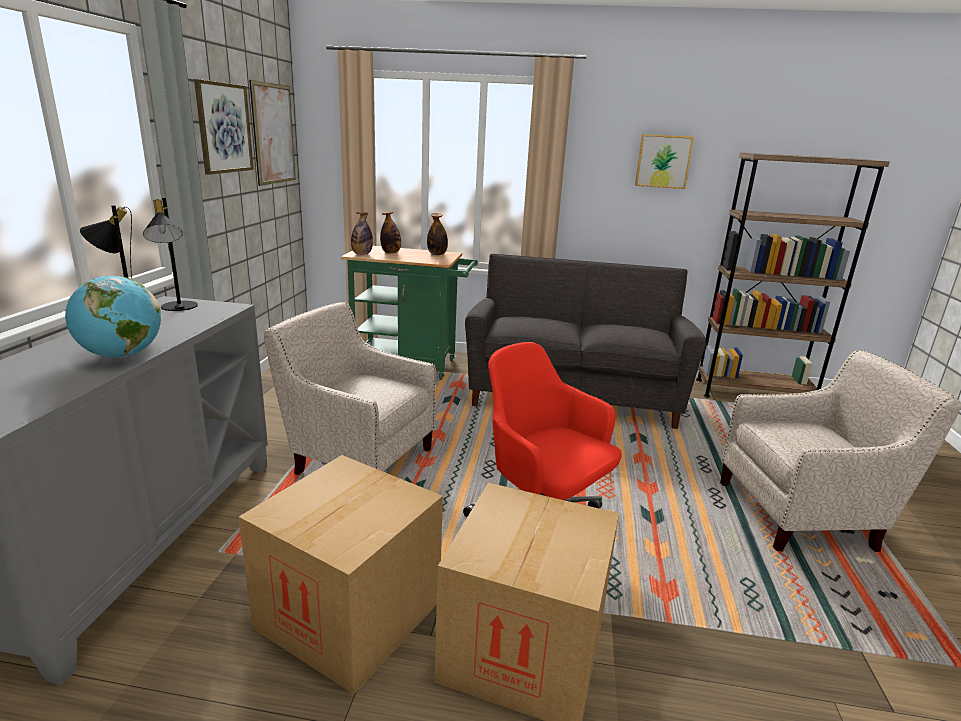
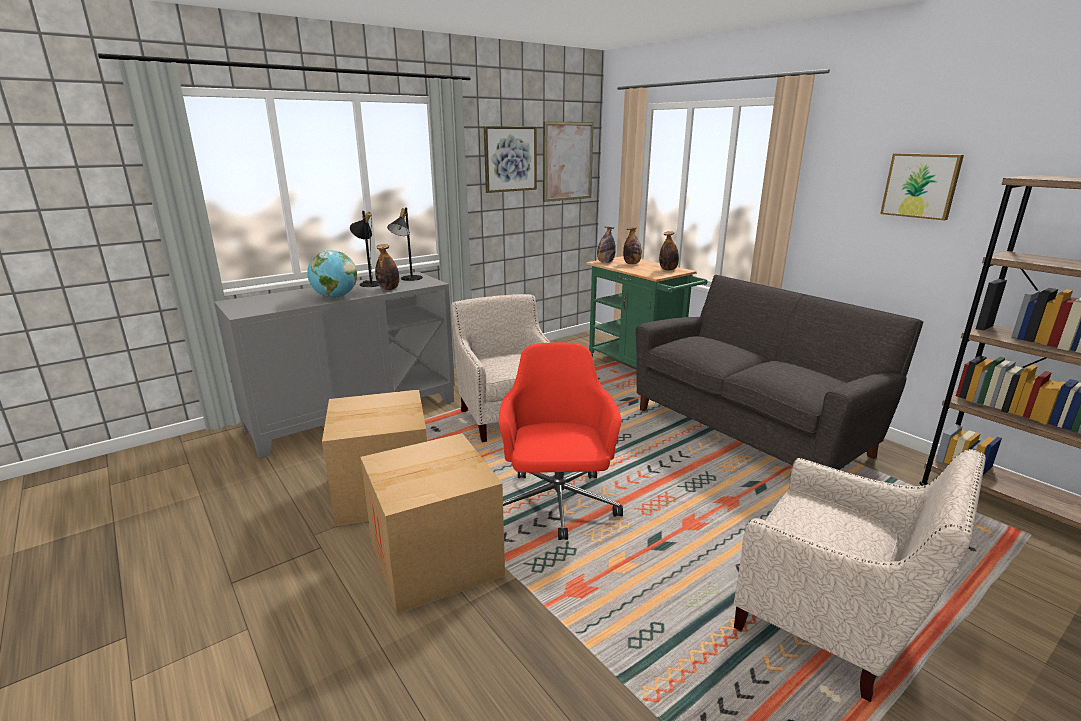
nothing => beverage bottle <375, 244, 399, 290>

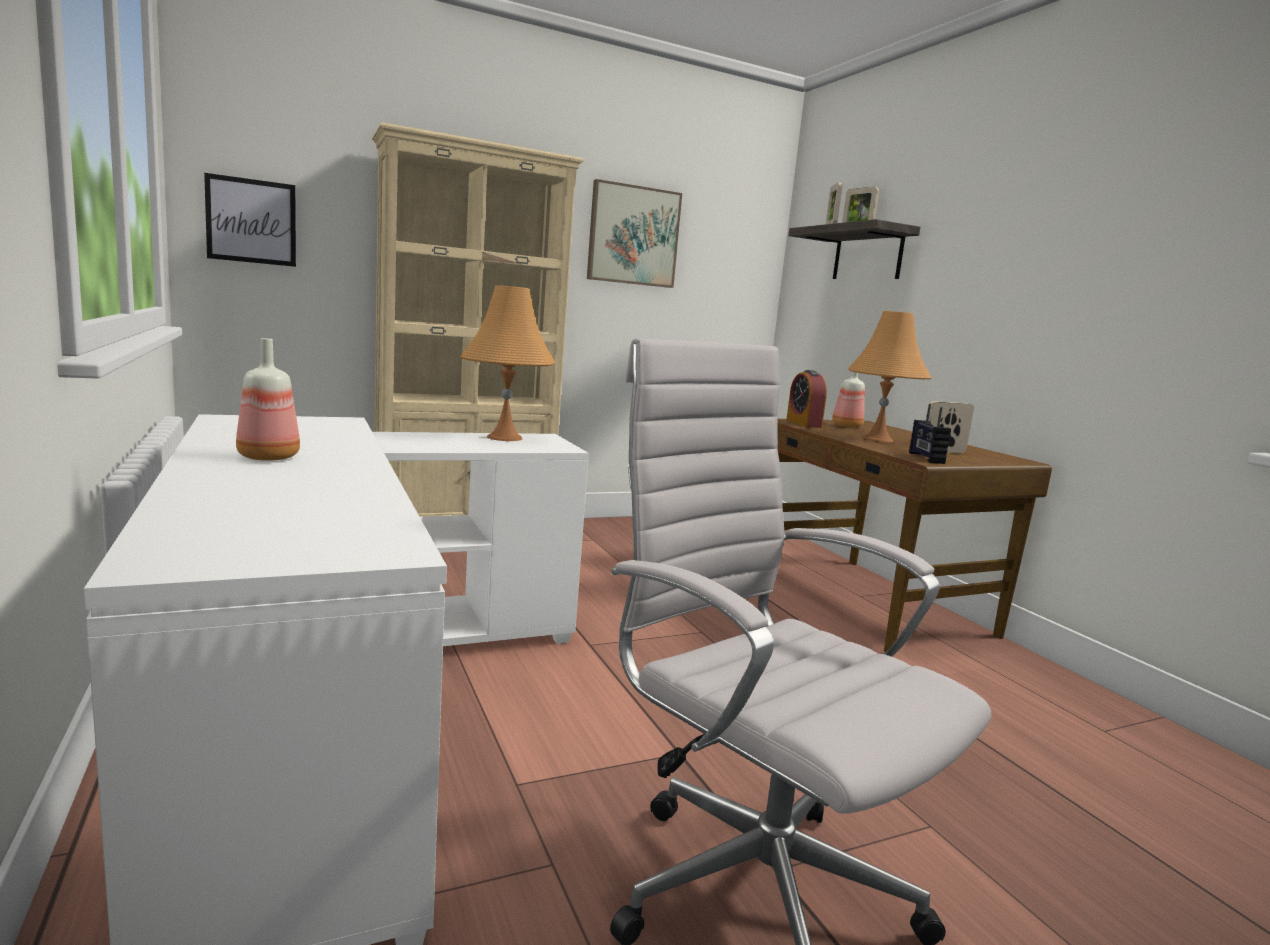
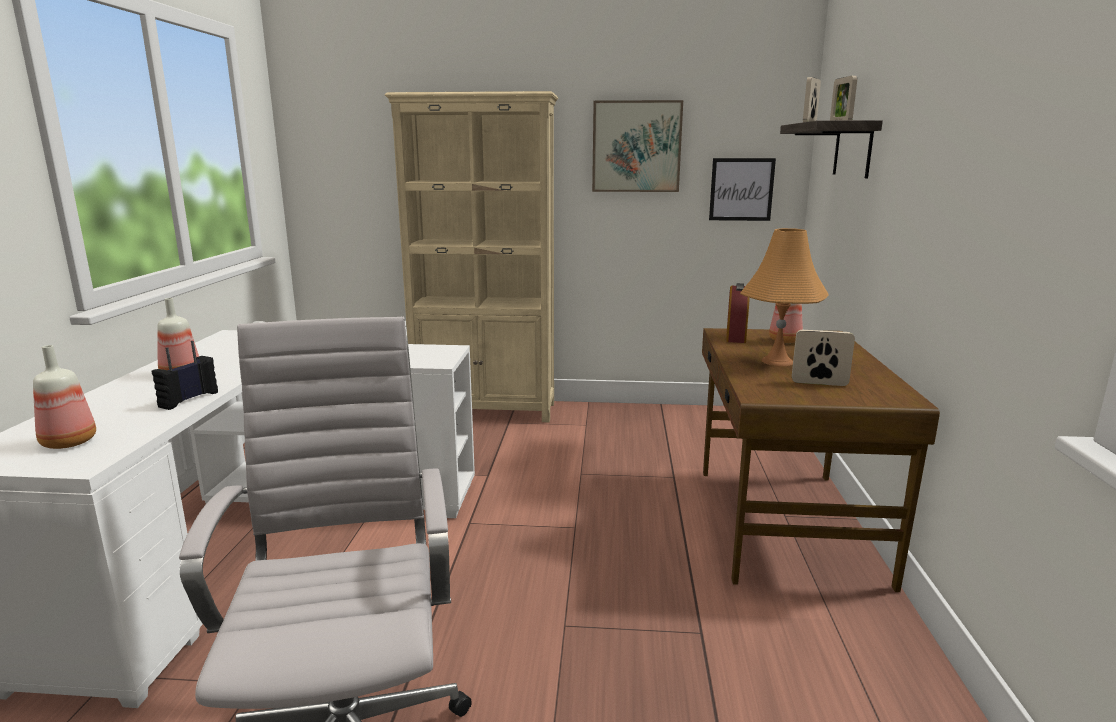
nothing => beverage bottle <33, 345, 96, 449>
radio set <909, 404, 951, 464> => radio set <152, 341, 218, 410>, move
picture <204, 173, 296, 267> => picture <709, 158, 776, 221>, move
orangey tabletop lamp <460, 285, 555, 441> => nothing

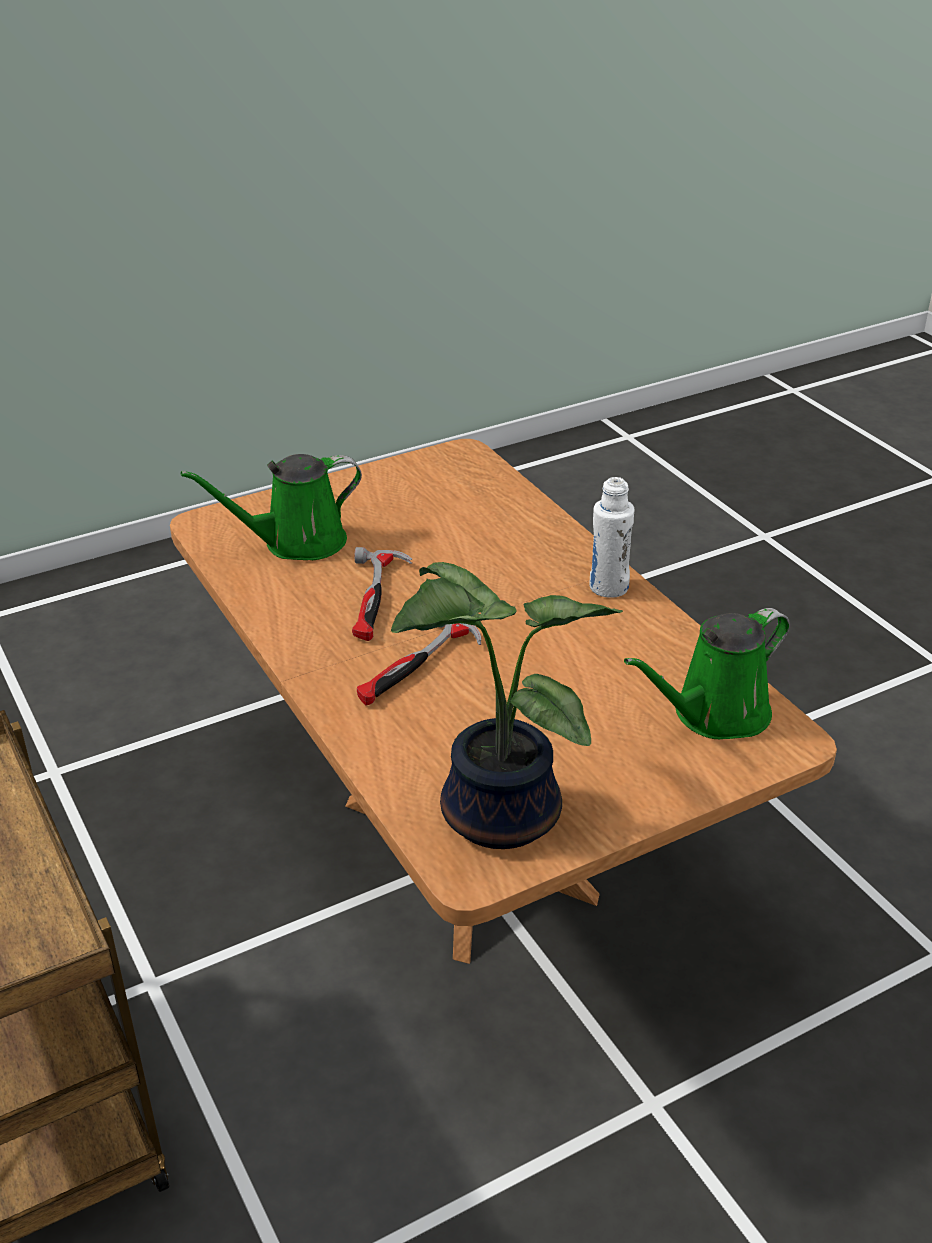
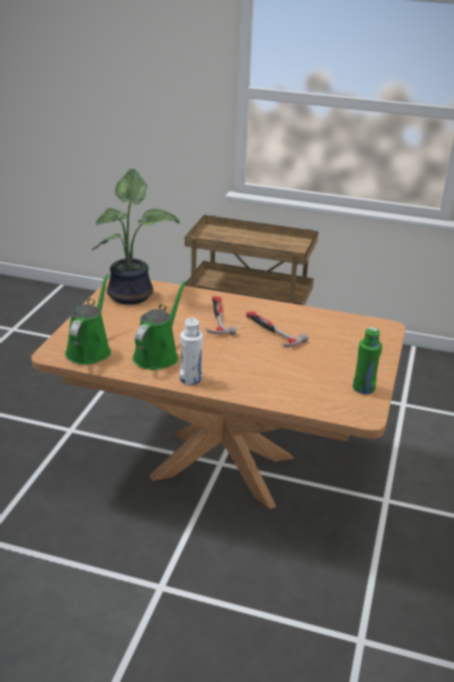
green watering pot <181, 454, 362, 560> => green watering pot <133, 280, 186, 370>, move
nothing => green beverage bottle <353, 327, 382, 394>

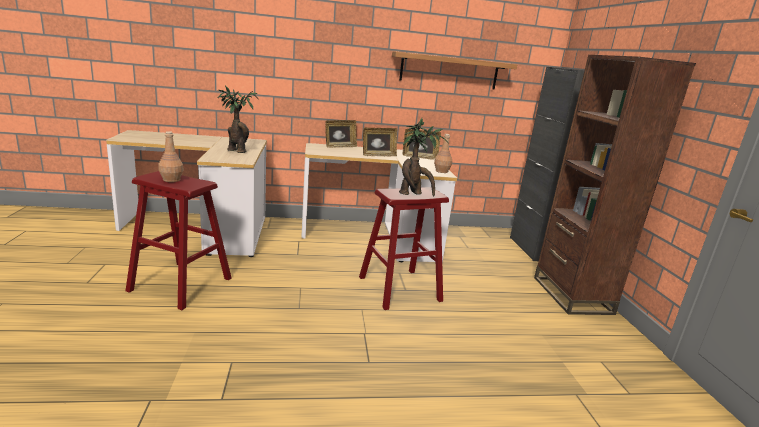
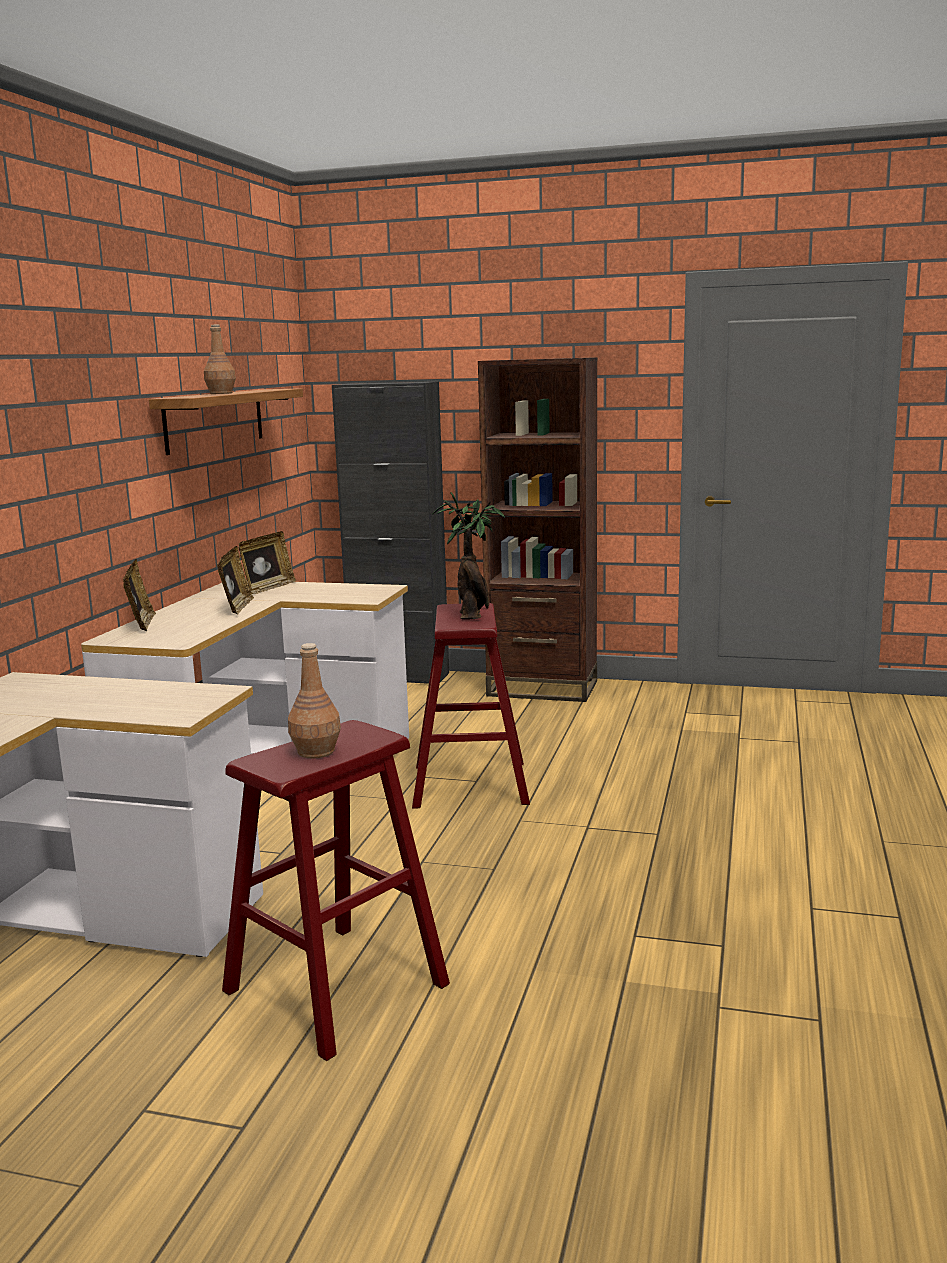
brown beverage bottle <434, 134, 452, 173> => brown beverage bottle <204, 325, 236, 394>, move
plant in a pot <217, 86, 258, 153> => nothing

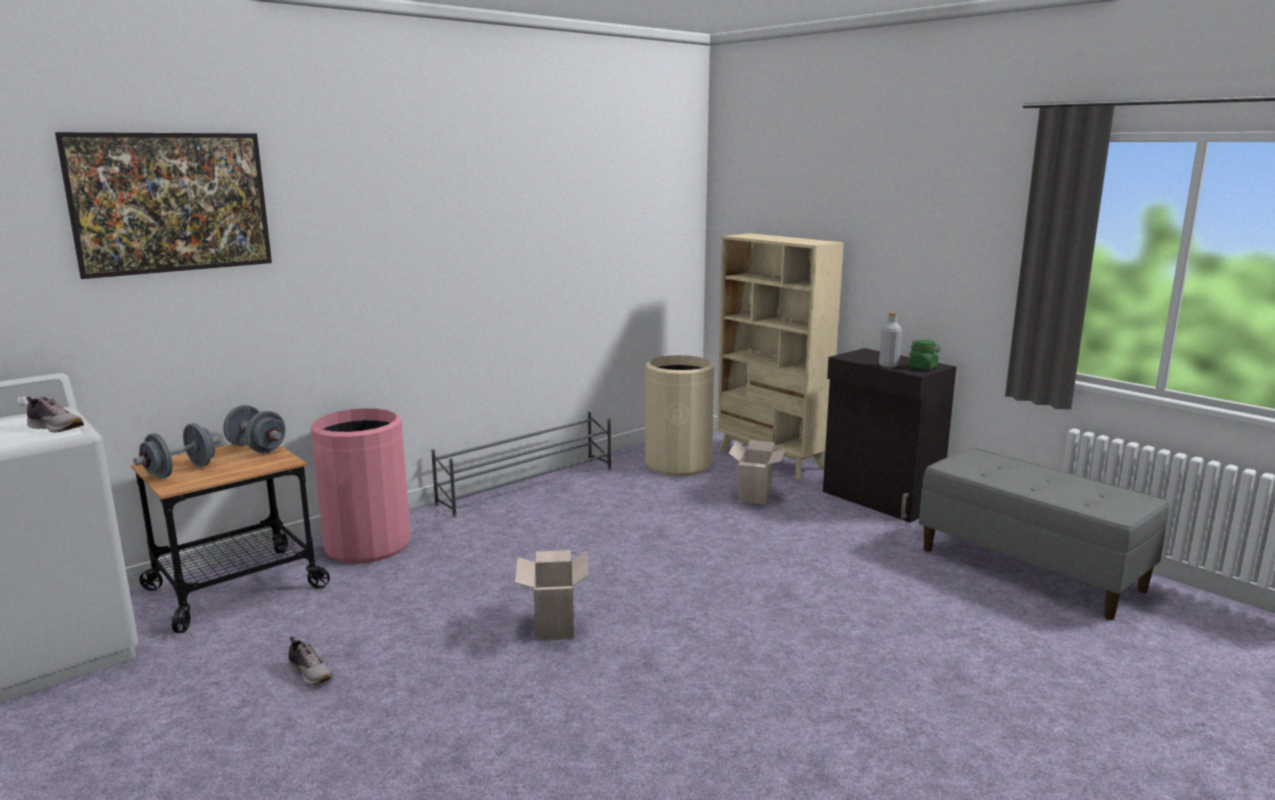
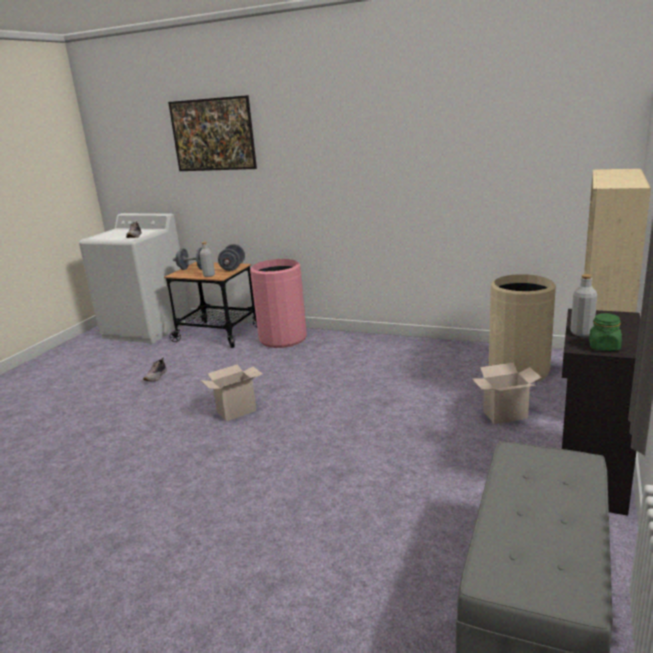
nothing => gray beverage bottle <200, 242, 215, 277>
gray shoe shelf <431, 411, 611, 517> => nothing

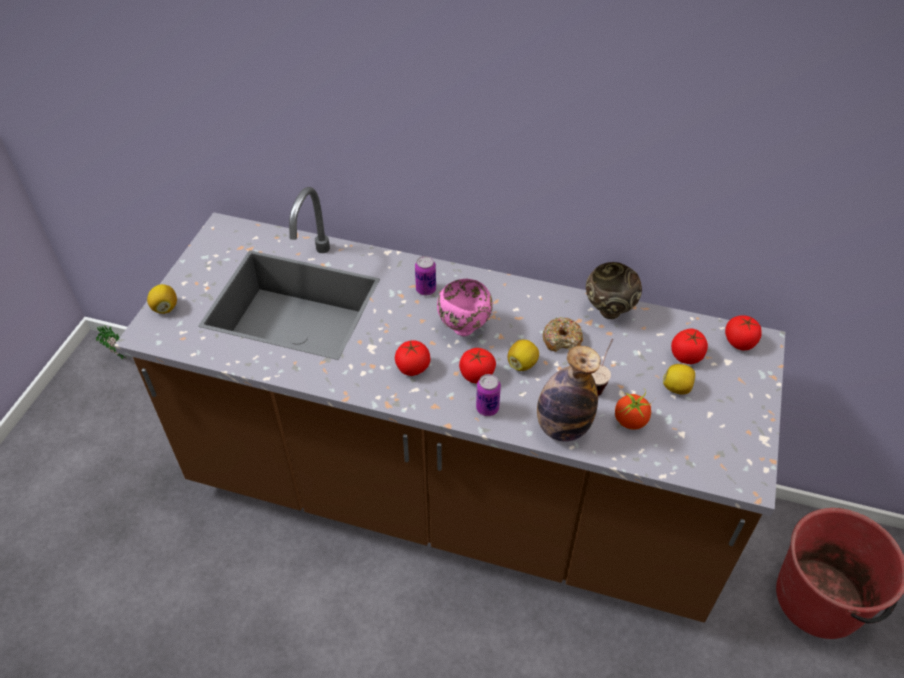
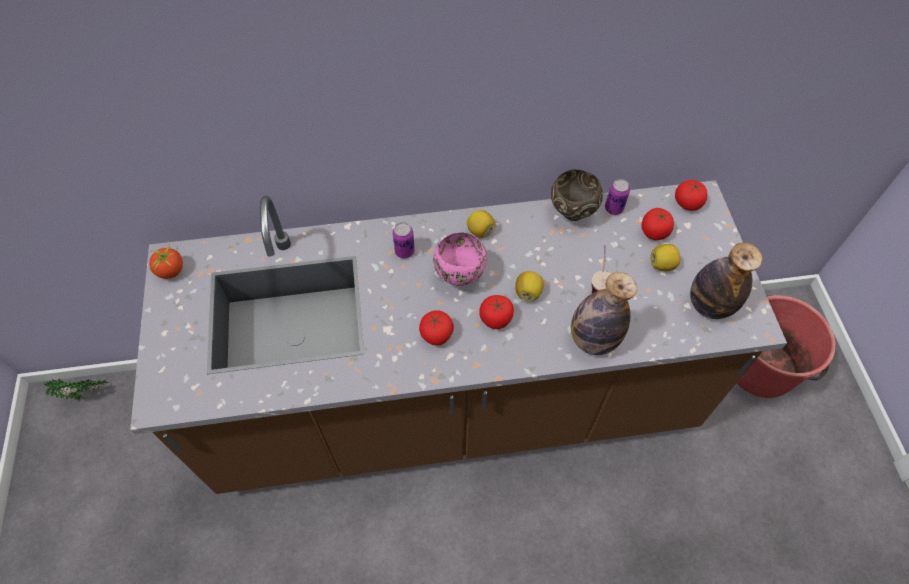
fresh tomato <615, 388, 656, 430> => fresh tomato <149, 241, 183, 279>, move
whole lemon <147, 284, 177, 314> => whole lemon <467, 210, 495, 238>, move
can <476, 374, 501, 416> => can <605, 179, 630, 215>, move
nothing => beverage bottle <690, 242, 762, 319>
doughnut <543, 317, 583, 352> => nothing

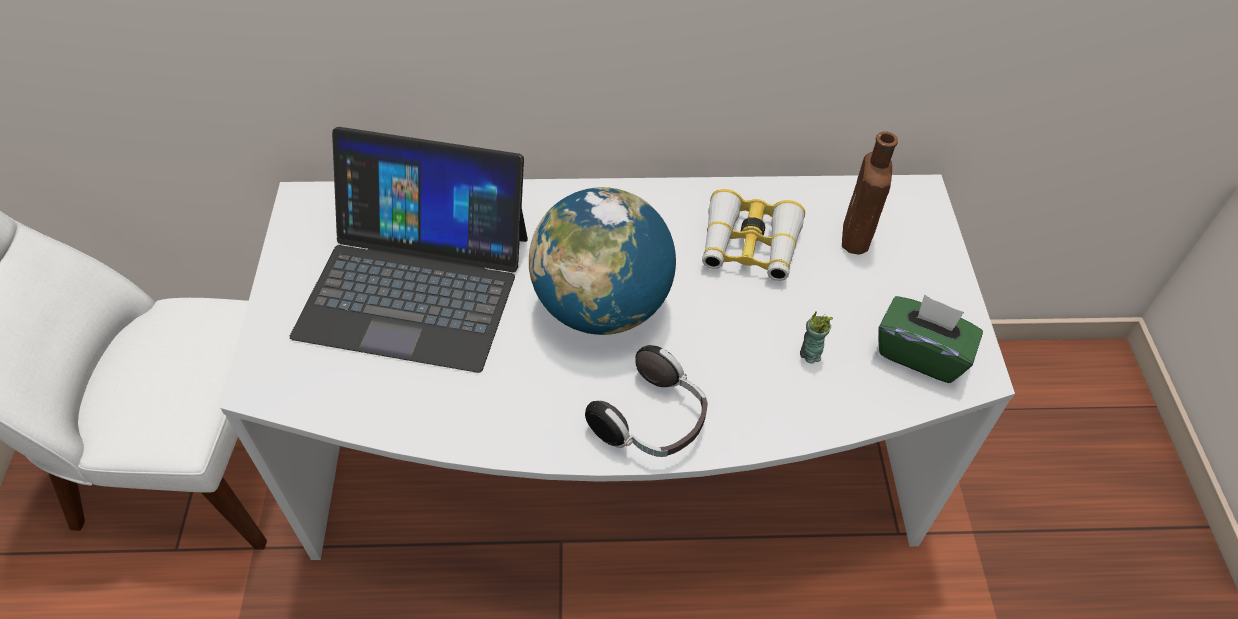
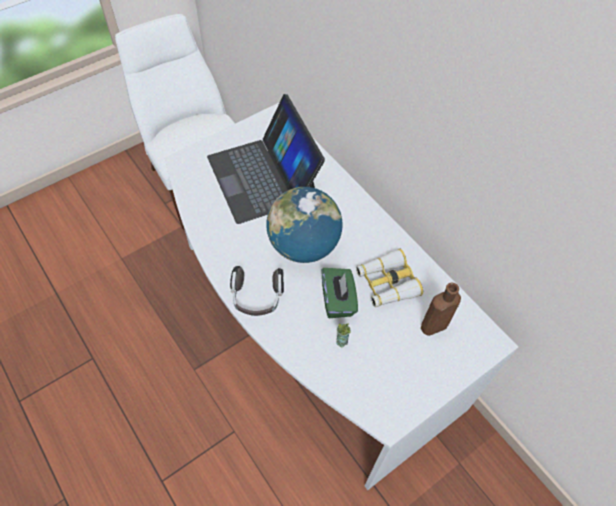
green box of tissues <879, 294, 983, 383> => green box of tissues <322, 268, 358, 318>, move

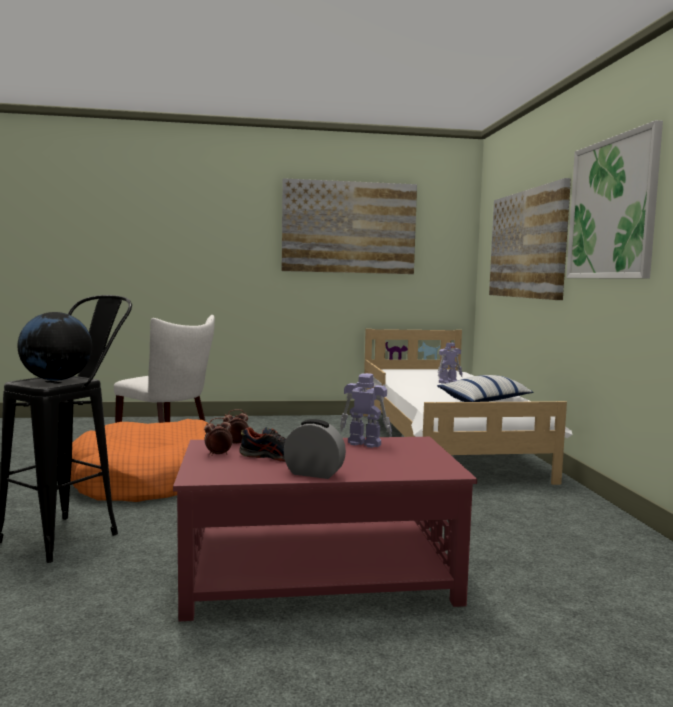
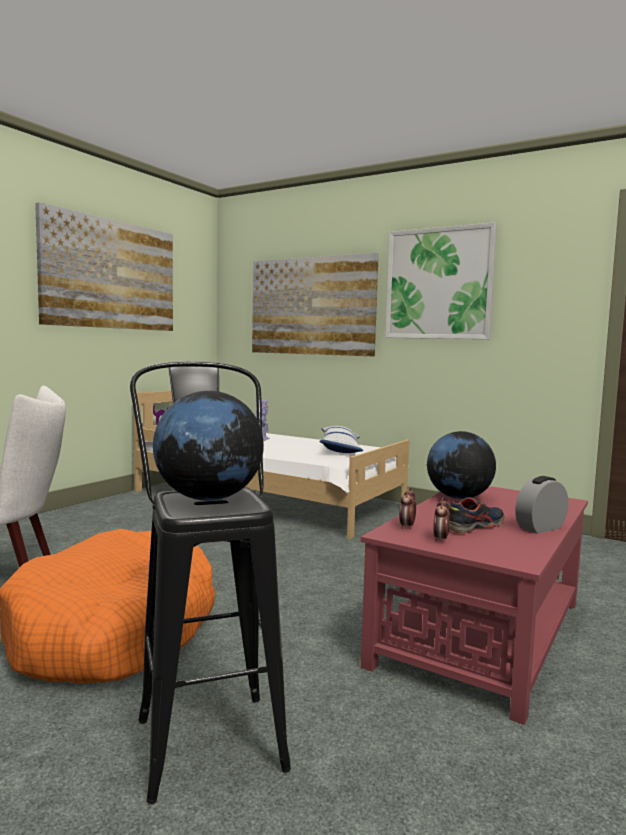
robot figure <340, 373, 392, 448> => globe <427, 431, 496, 499>

